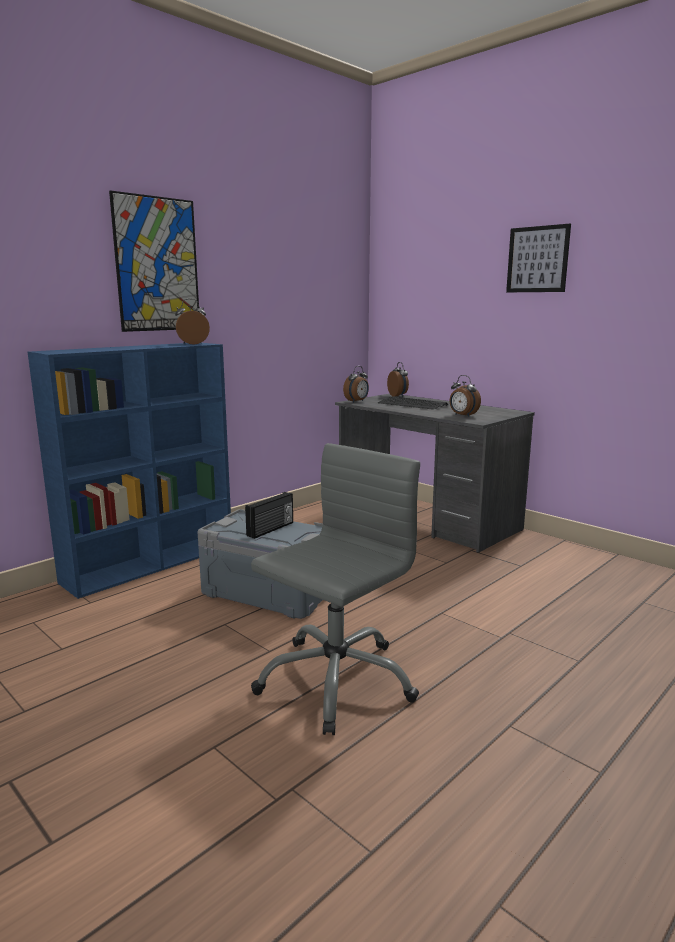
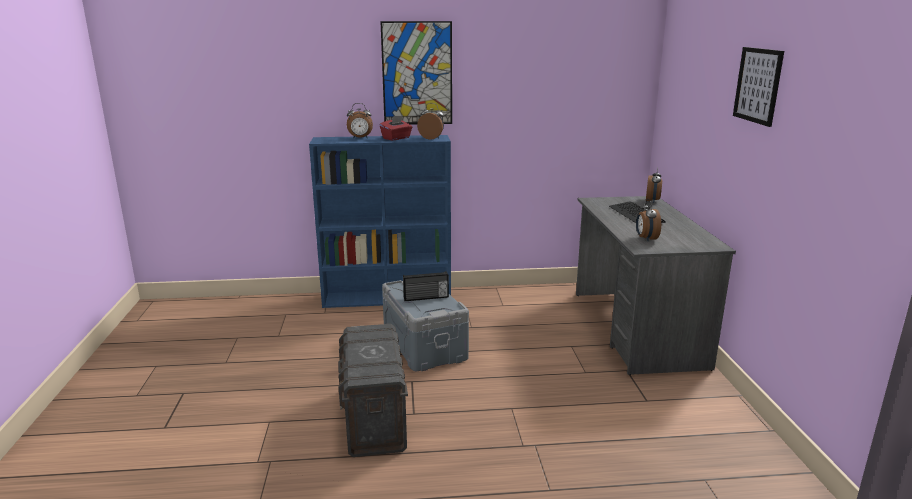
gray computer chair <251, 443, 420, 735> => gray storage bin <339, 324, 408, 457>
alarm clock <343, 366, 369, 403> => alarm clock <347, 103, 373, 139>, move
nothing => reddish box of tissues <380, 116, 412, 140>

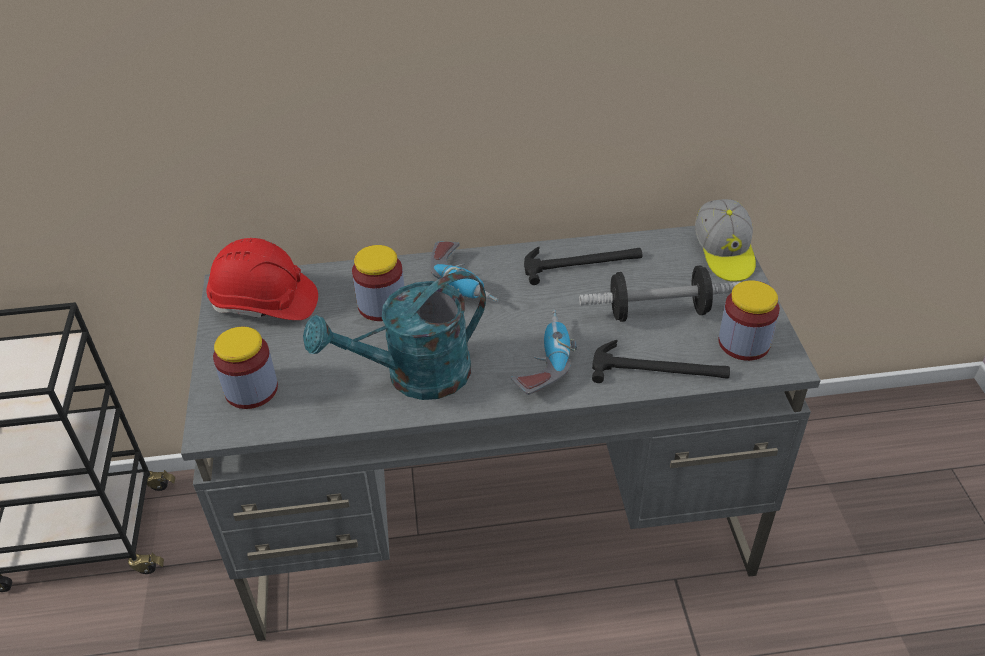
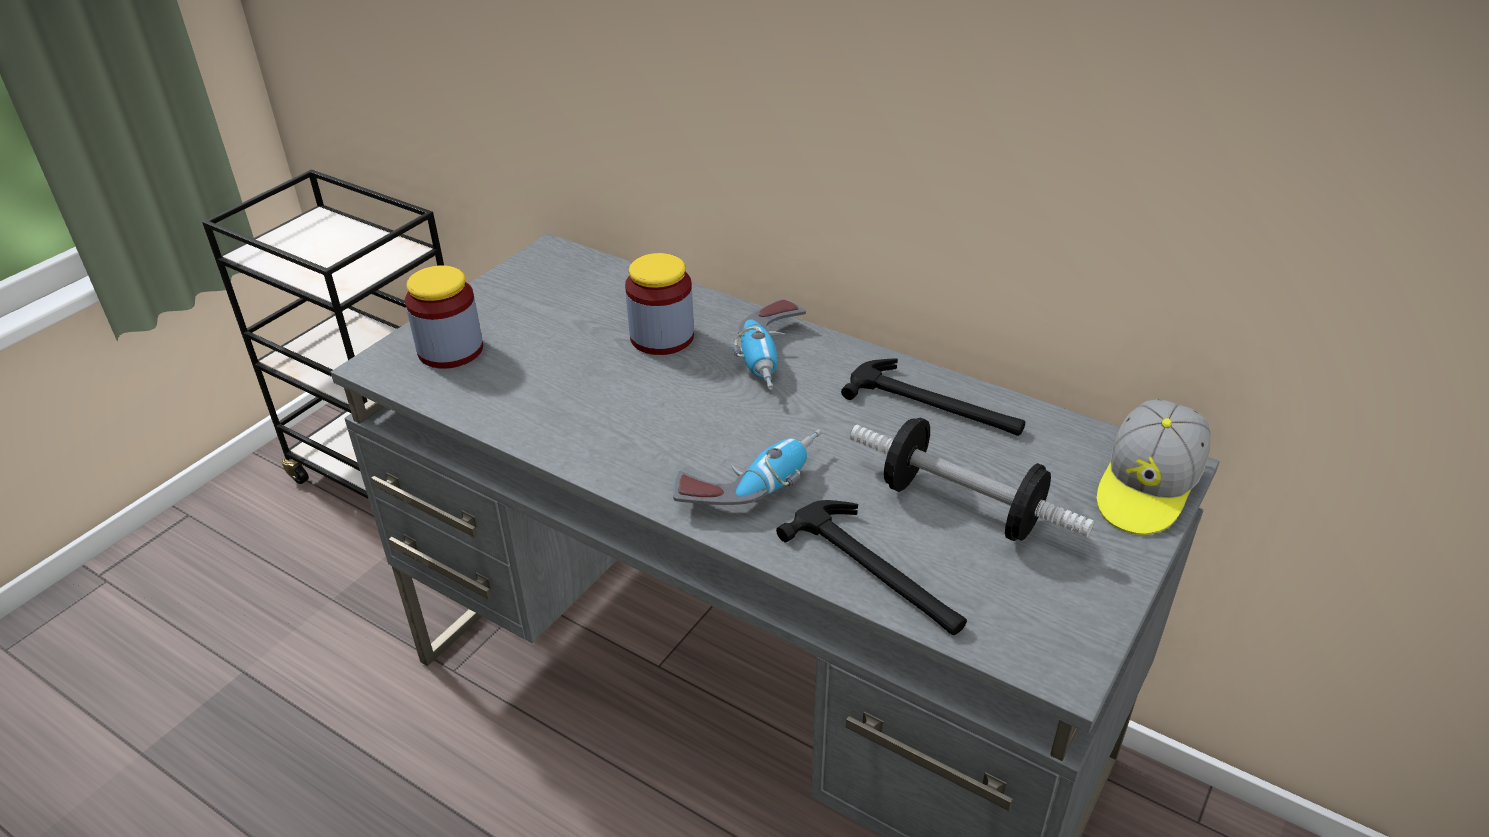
reddish safety helmet <206, 238, 318, 320> => nothing
turquoise-coloured watering pot <303, 271, 486, 400> => nothing
storage jar <718, 280, 780, 361> => nothing

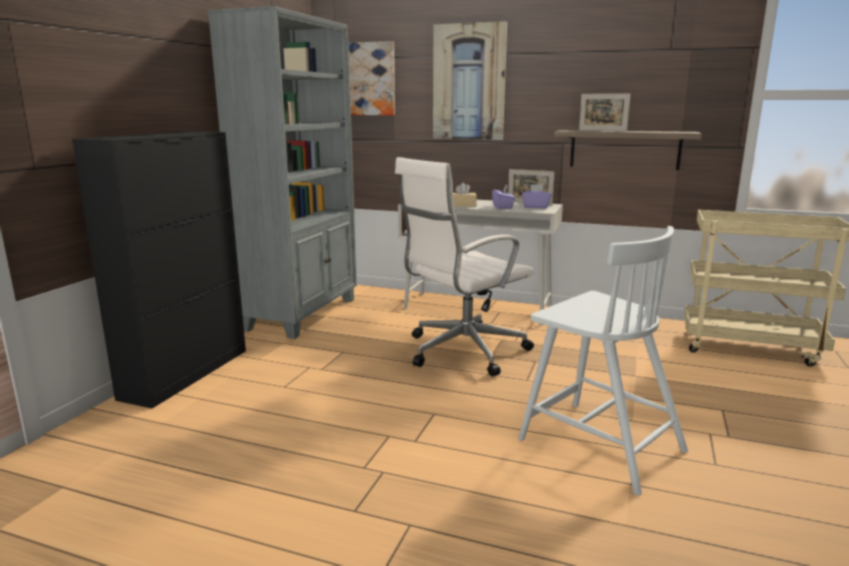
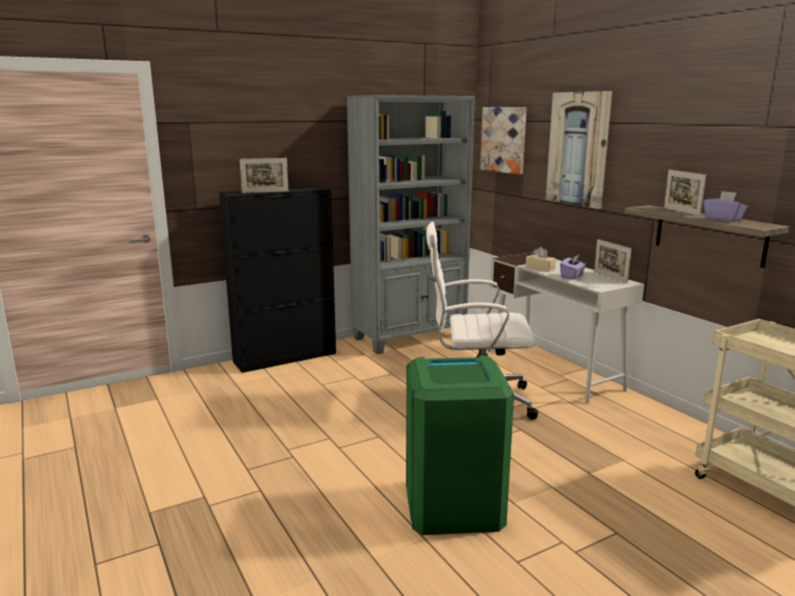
nothing => standing frame <240, 158, 288, 193>
white-coloured chair <518, 226, 688, 495> => green waste bin <406, 355, 514, 535>
purple box of tissues <522, 184, 551, 208> => purple box of tissues <704, 191, 747, 222>, move

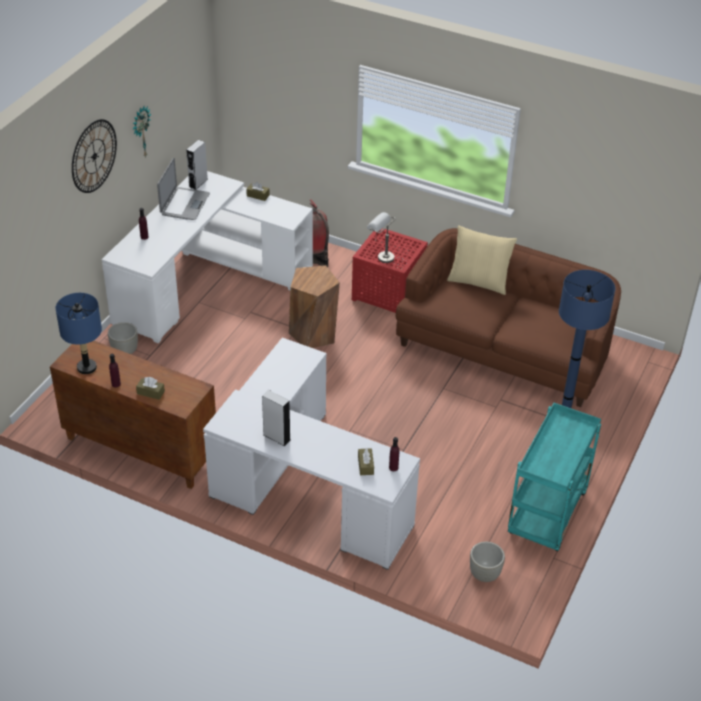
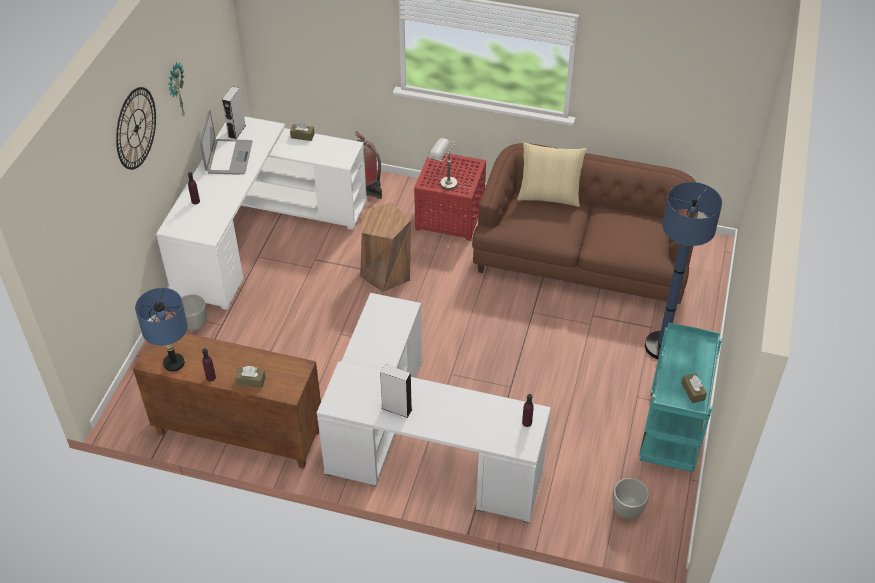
brown box of tissues <358, 448, 374, 475> => brown box of tissues <681, 373, 707, 403>, move

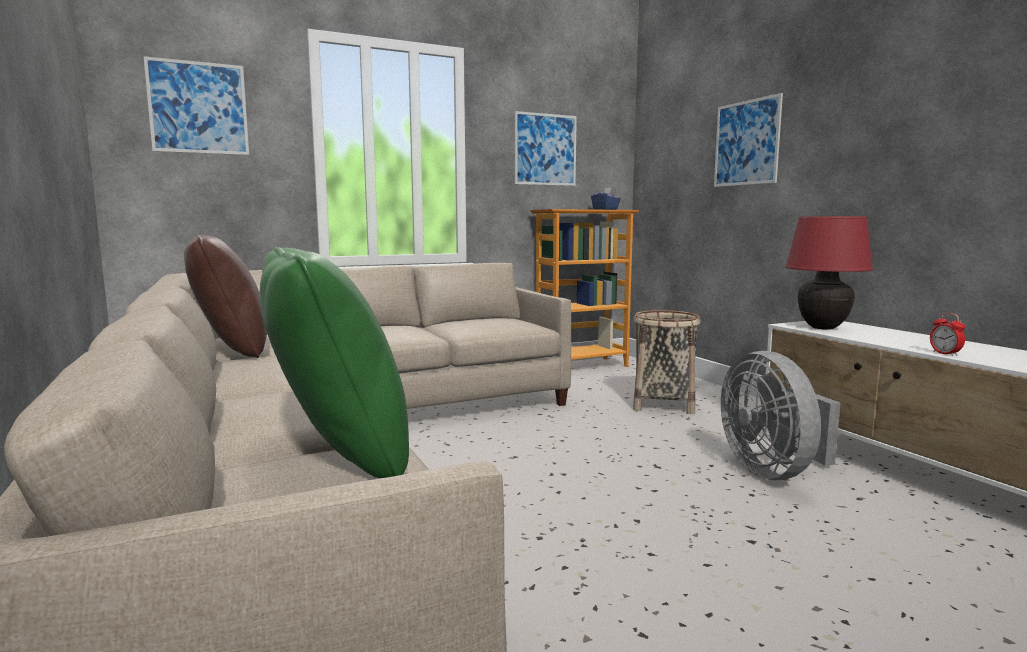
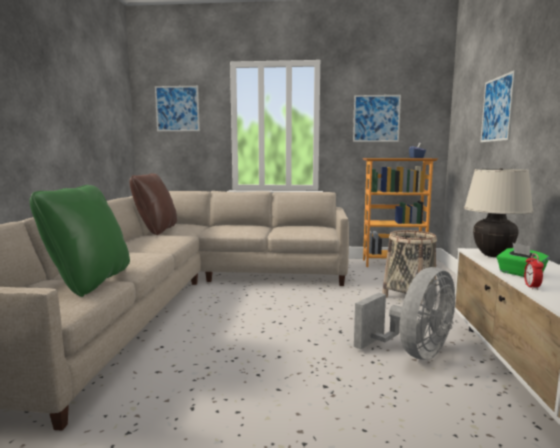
gray fan <721, 351, 840, 480> => gray fan <354, 267, 455, 360>, 150 degrees counterclockwise
reddish tabletop lamp <785, 215, 873, 330> => sand-coloured tabletop lamp <464, 168, 534, 257>
nothing => green box of tissues <497, 243, 549, 277>

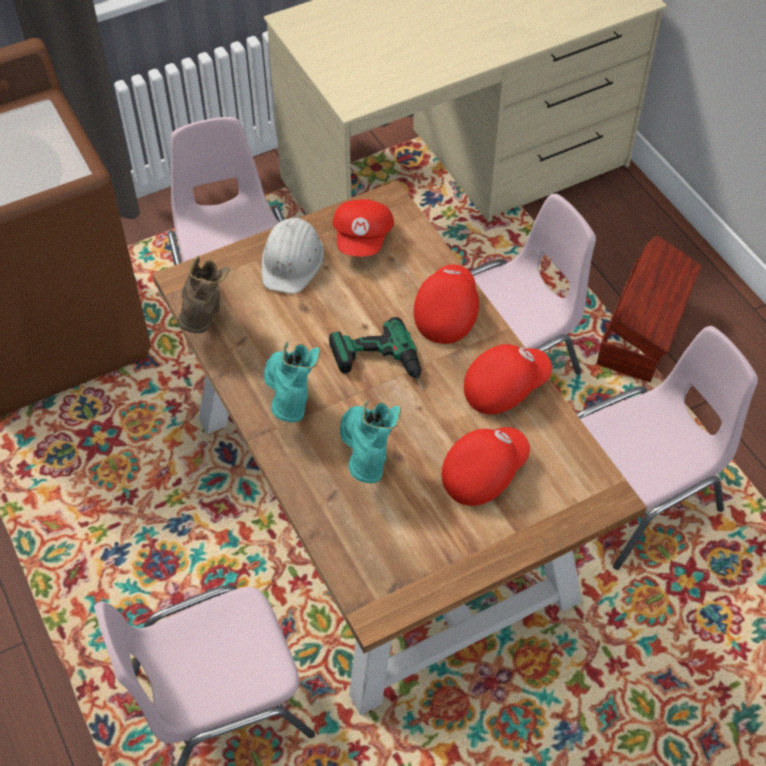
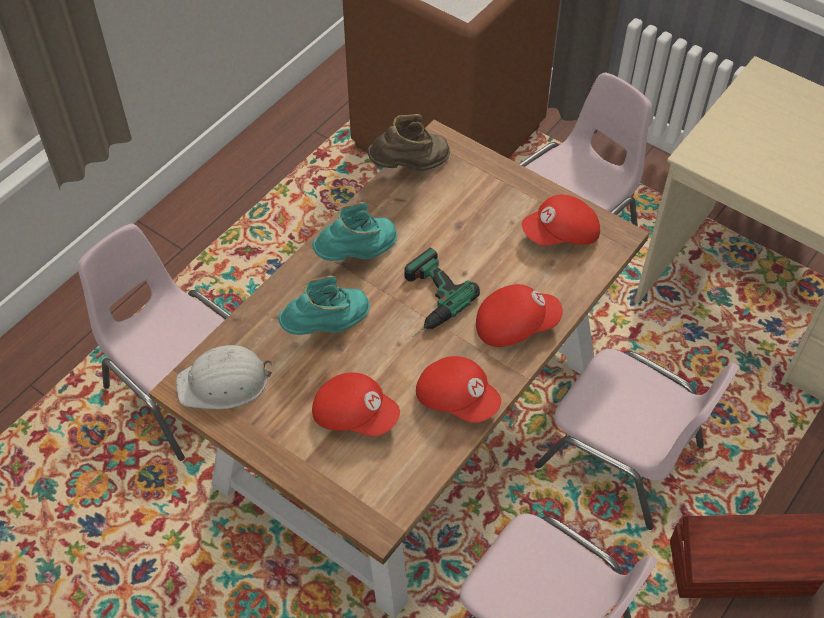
white-coloured safety helmet <262, 218, 324, 294> => white-coloured safety helmet <176, 345, 272, 409>, move

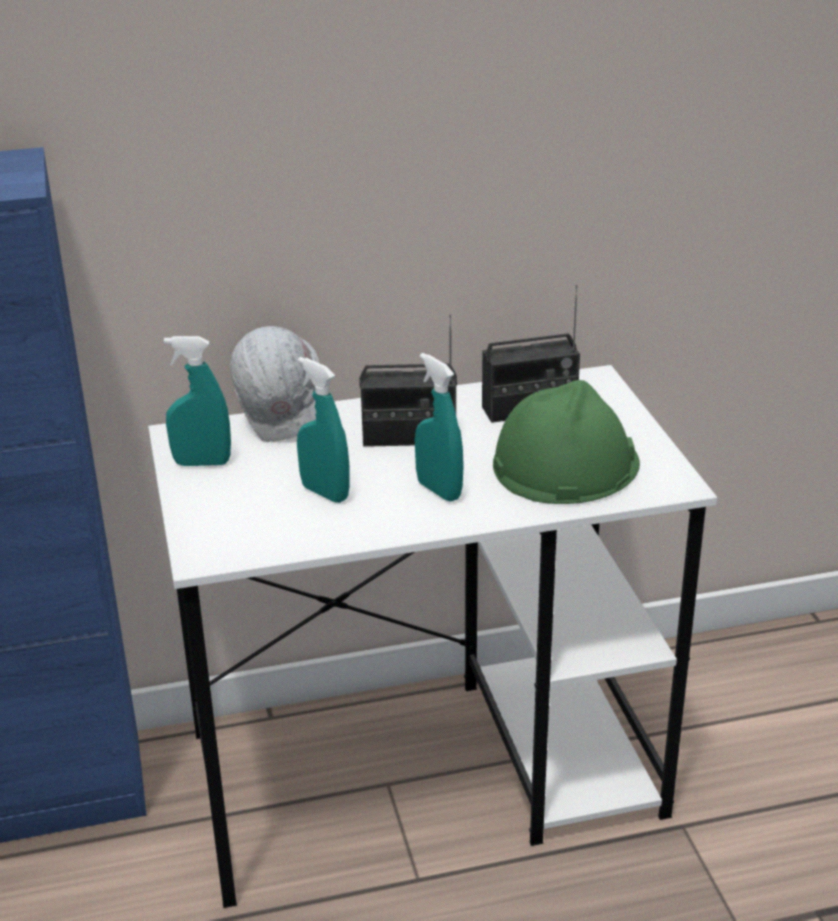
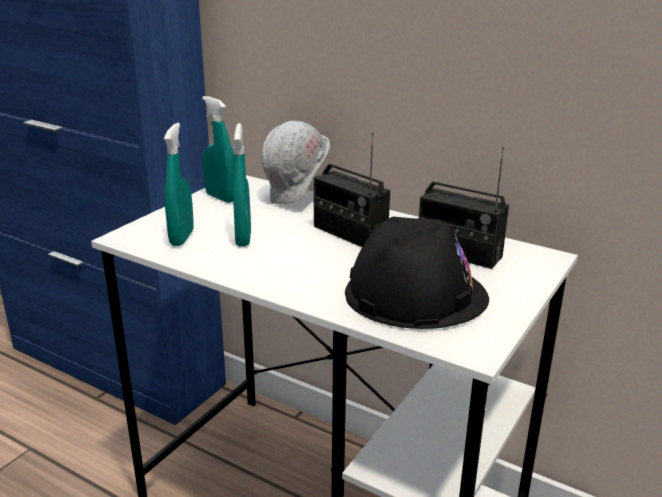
turquoise-coloured spray bottle <415, 353, 464, 502> => turquoise-coloured spray bottle <164, 123, 193, 246>, move
green safety helmet <493, 380, 640, 504> => blackish safety helmet <345, 217, 489, 329>

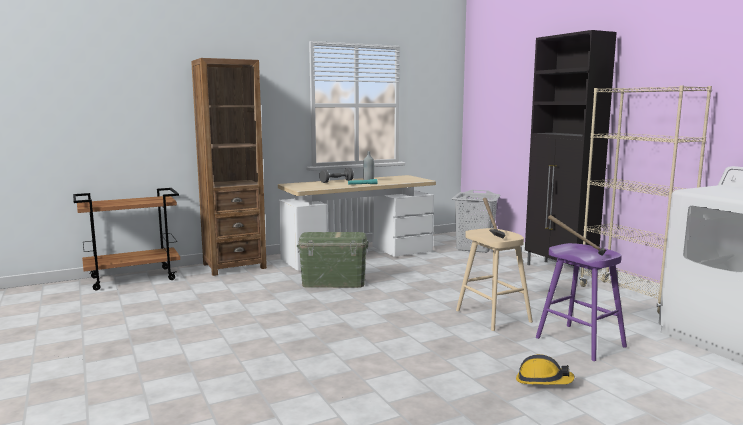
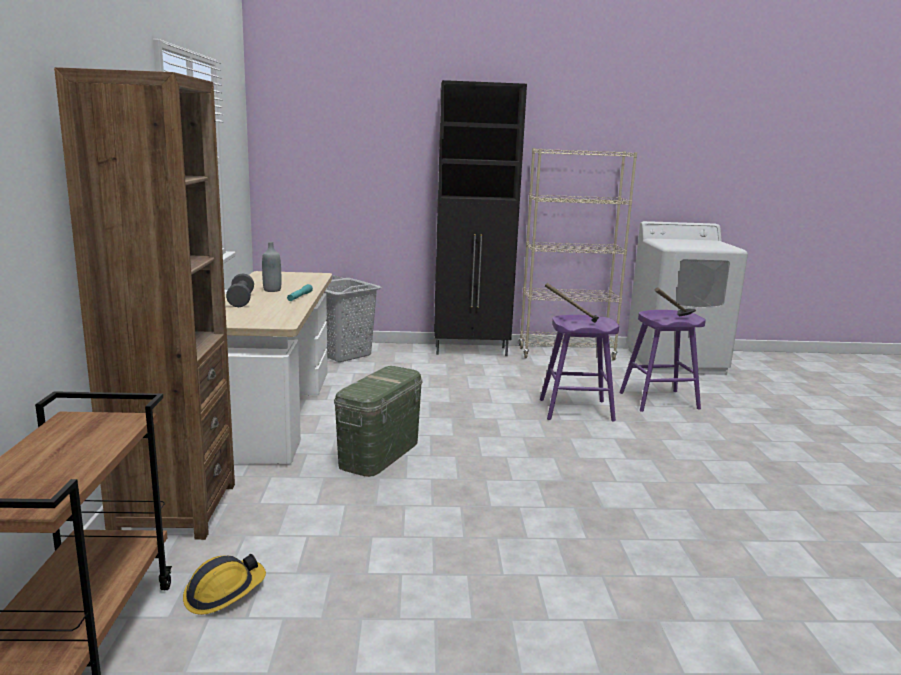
safety helmet <516, 354, 574, 385> => safety helmet <183, 554, 266, 615>, move
sand-coloured sitting stool <456, 228, 533, 331> => purple sitting stool <540, 315, 619, 422>

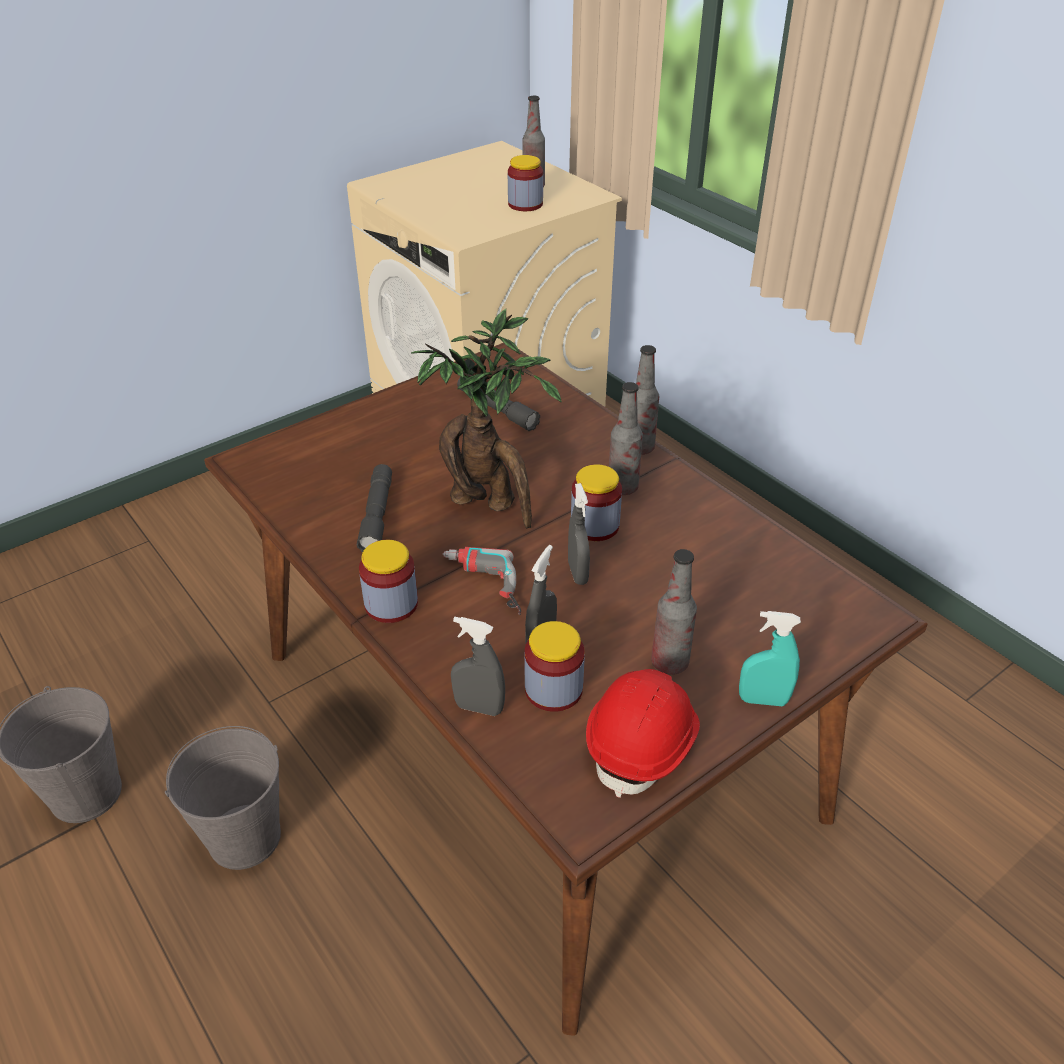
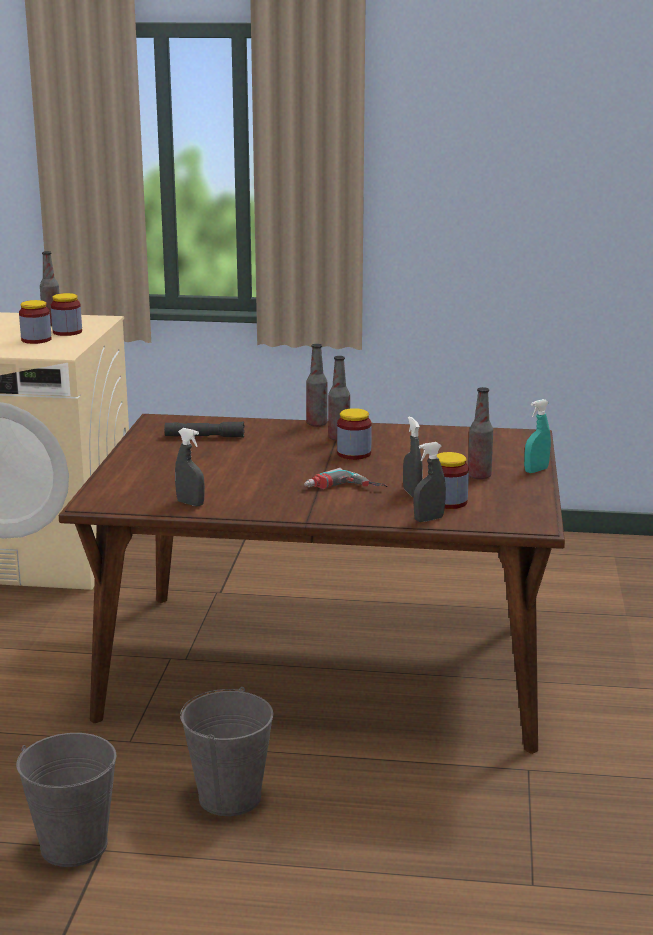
storage jar <359, 540, 418, 623> => storage jar <19, 300, 52, 344>, move
gray spray bottle <568, 483, 590, 585> => gray spray bottle <175, 428, 205, 506>, move
gray flashlight <357, 464, 392, 552> => nothing
plant in a pot <411, 309, 562, 529> => nothing
reddish safety helmet <586, 669, 700, 798> => nothing

